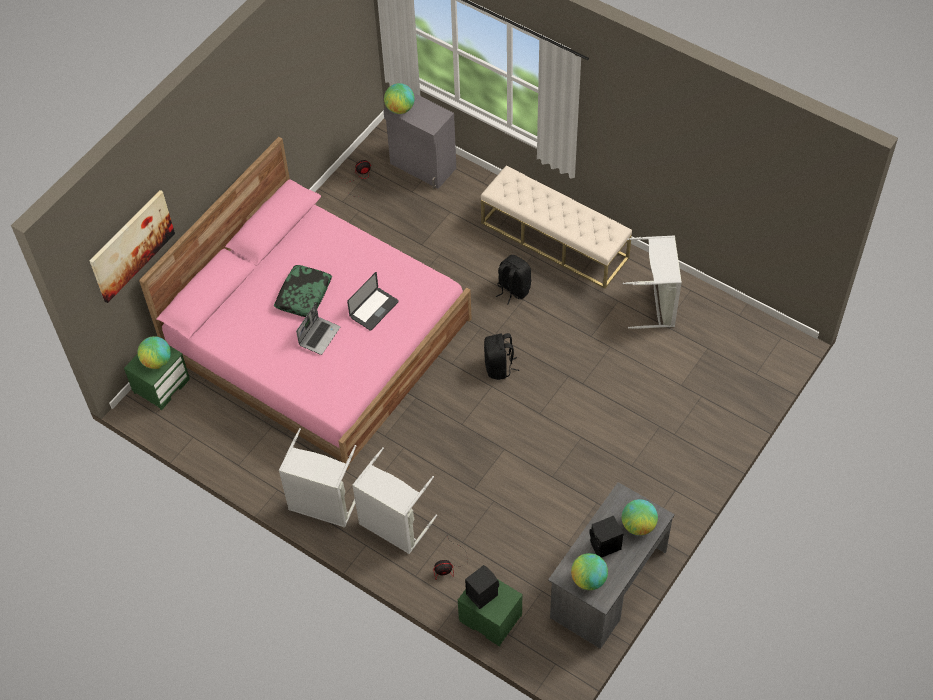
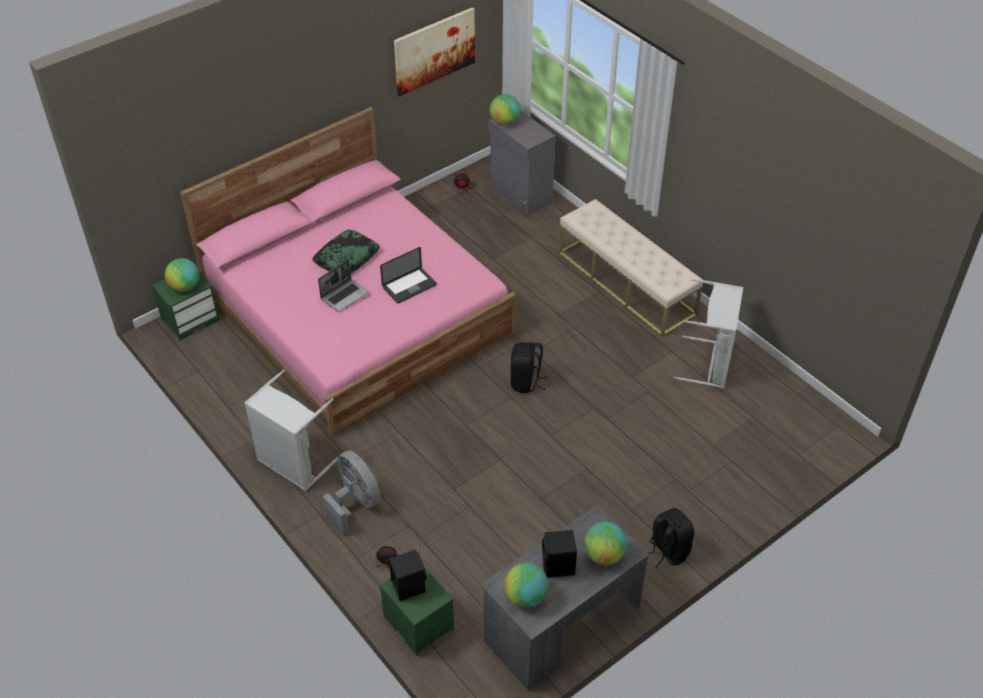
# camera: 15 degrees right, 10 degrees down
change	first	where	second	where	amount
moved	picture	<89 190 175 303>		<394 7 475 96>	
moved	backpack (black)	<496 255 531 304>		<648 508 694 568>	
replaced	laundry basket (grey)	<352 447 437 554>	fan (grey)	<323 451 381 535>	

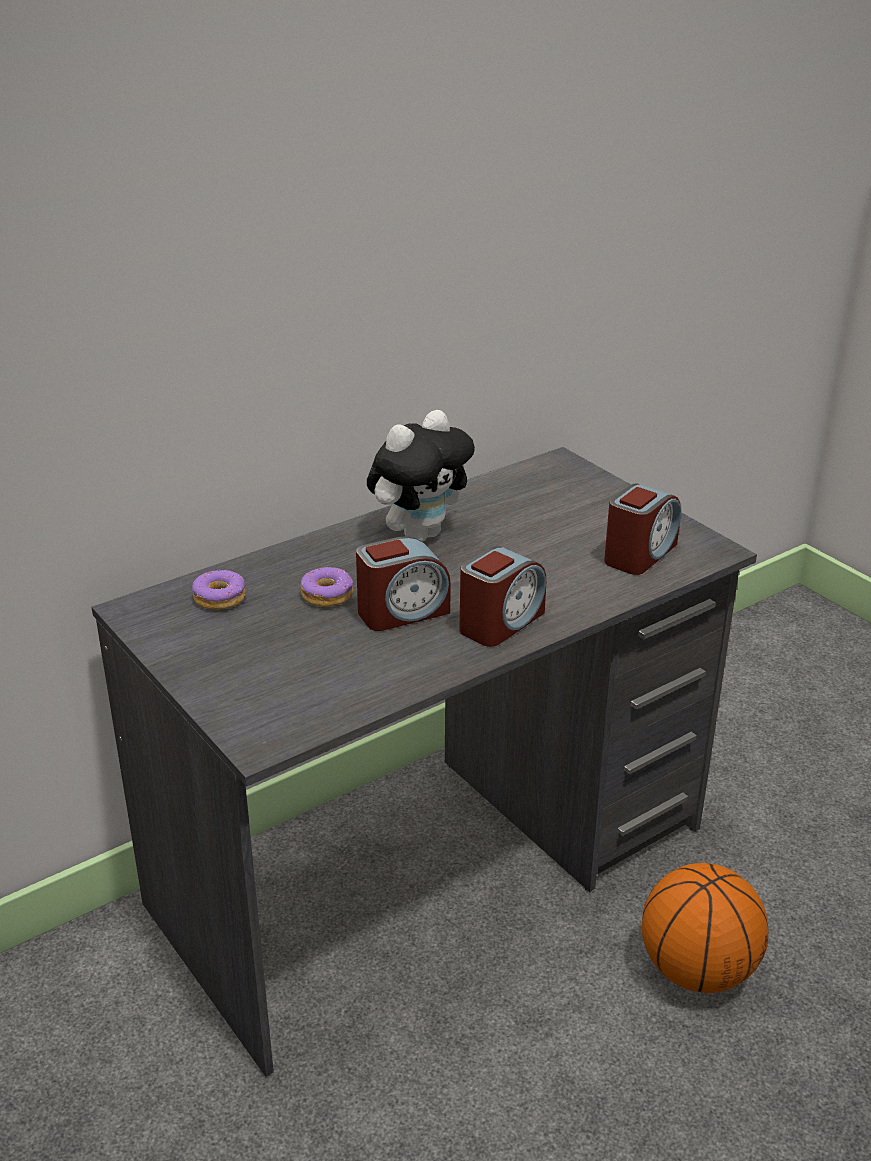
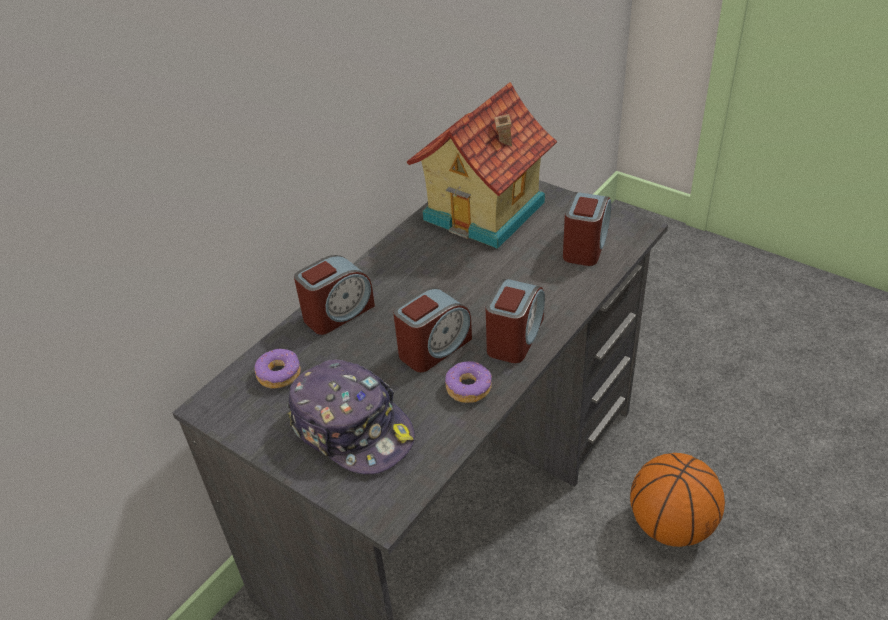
# camera: 15 degrees left, 10 degrees up
change	first	where	second	where	amount
removed	plush toy	<367 410 475 542>			
added			cap	<287 359 415 475>	
added			alarm clock	<294 255 375 335>	
added			toy house	<407 82 557 249>	
moved	donut	<301 567 354 607>		<445 361 492 403>	

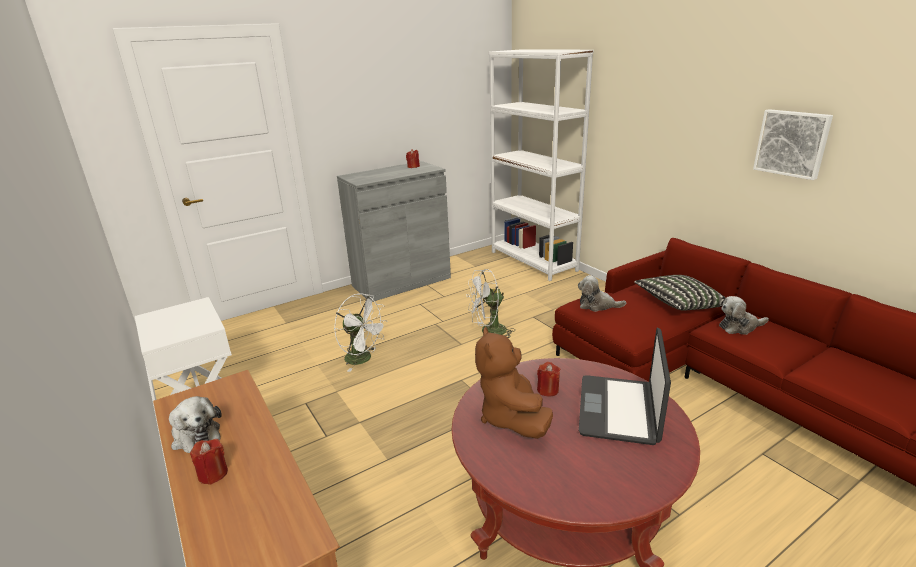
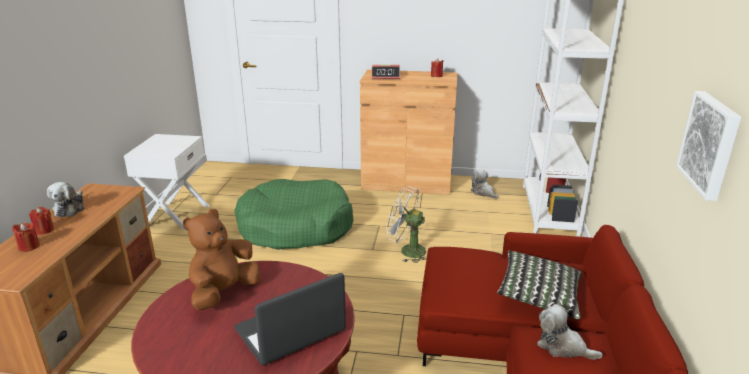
# camera: 40 degrees right, 0 degrees up
change	first	where	second	where	amount
added			alarm clock	<372 65 400 79>	
moved	candle (red)	<537 362 560 397>		<12 223 40 252>	
moved	plush toy	<578 275 626 312>		<471 170 498 199>	
replaced	fan (white)	<334 293 388 372>	dog bed (green)	<234 179 354 250>	
recoloured	cabinet (grey)	<337 161 451 302>	cabinet (brown)	<360 70 457 195>	

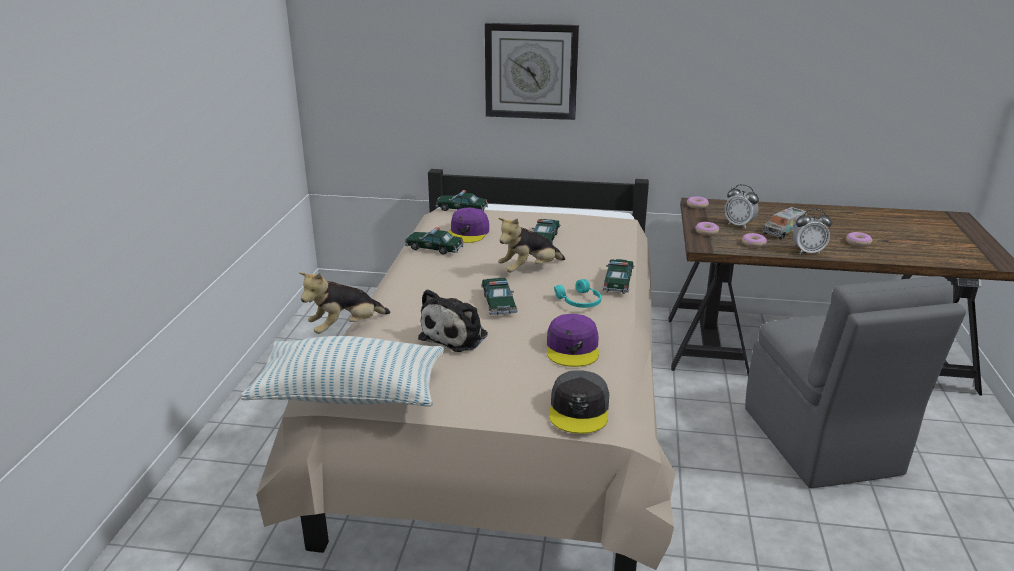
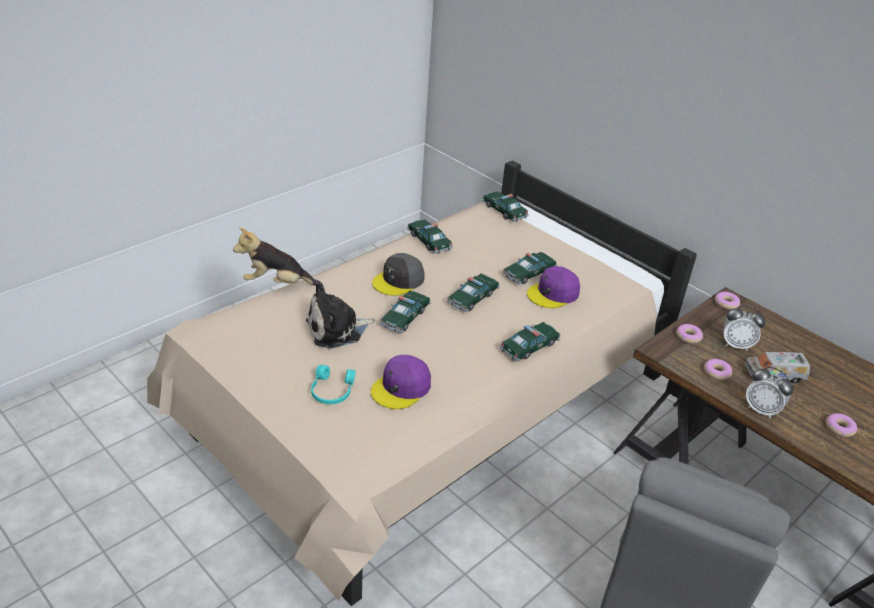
# camera: 35 degrees right, 10 degrees up
change	first	where	second	where	amount
removed	pillow	<241 336 444 407>			
removed	wall clock	<485 23 579 120>			
moved	cap (purple)	<448 208 489 243>		<527 266 580 308>	
moved	cap (grey)	<549 370 609 434>		<372 253 424 296>	
moved	headphones (turquoise)	<554 279 602 308>		<311 365 356 404>	
replaced	plush toy	<498 218 565 272>	toy car	<447 274 500 312>	
turned	alarm clock	<724 184 759 229>		<724 305 766 351>	60 degrees counterclockwise

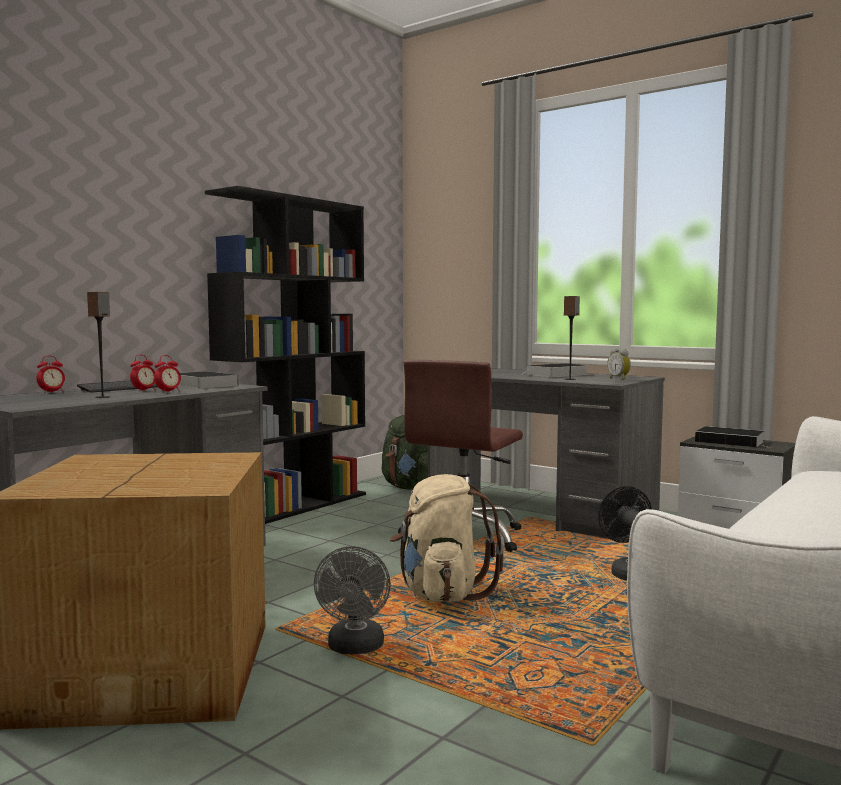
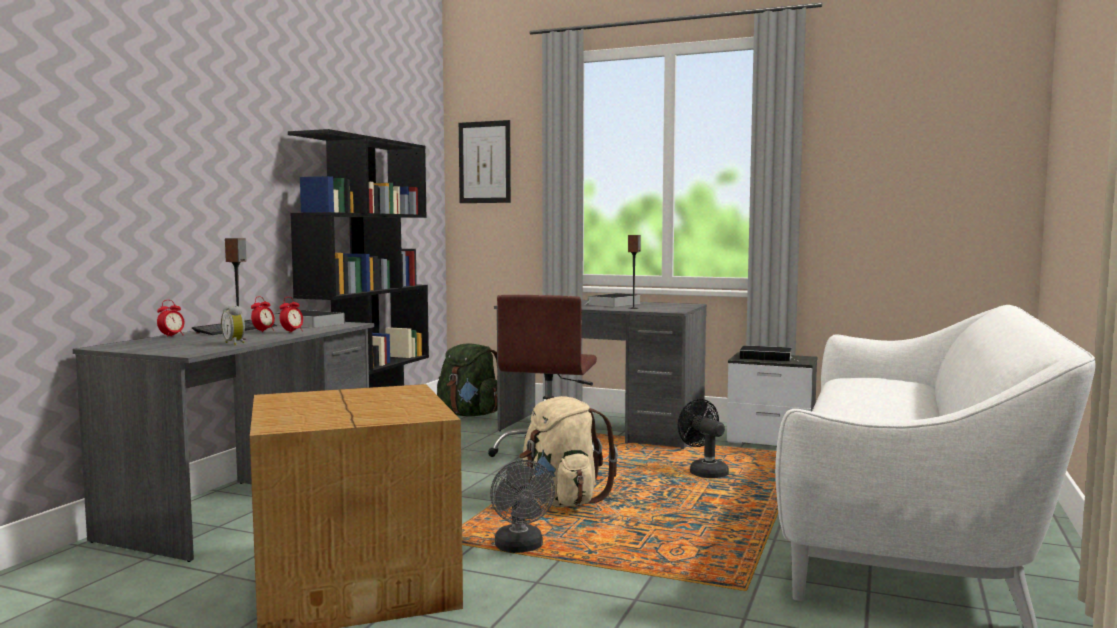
# camera: 15 degrees left, 0 degrees up
change	first	where	second	where	amount
added			picture	<459 120 511 203>	
moved	alarm clock	<607 348 631 380>		<221 304 245 345>	

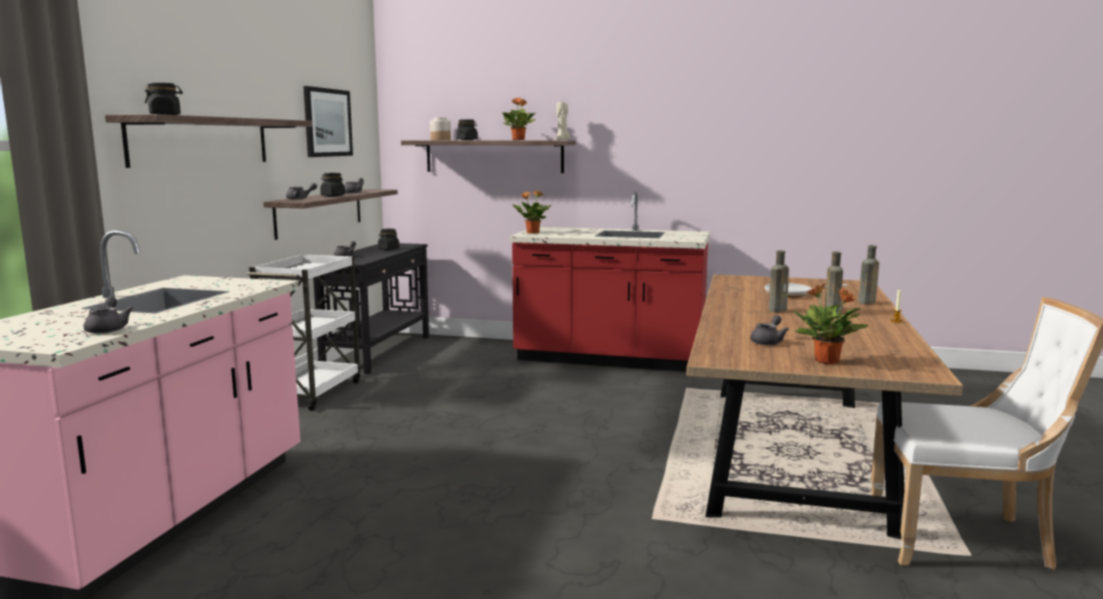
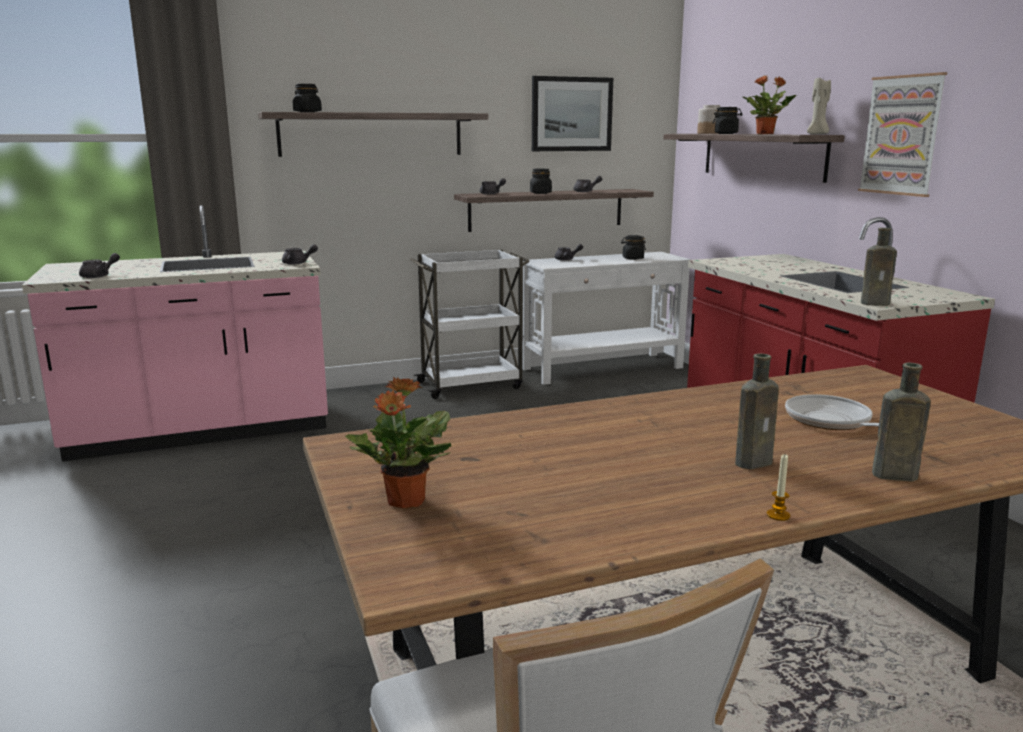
# camera: 55 degrees right, 5 degrees up
change	first	where	second	where	amount
removed	potted plant	<513 190 552 234>			
added			picture	<858 72 947 197>	
moved	teapot (grey)	<750 315 789 345>		<282 244 318 265>	
moved	bottle (brown)	<769 250 789 312>		<861 228 897 306>	
recoloured	console table (black)	<313 243 429 374>	console table (white)	<522 252 691 385>	

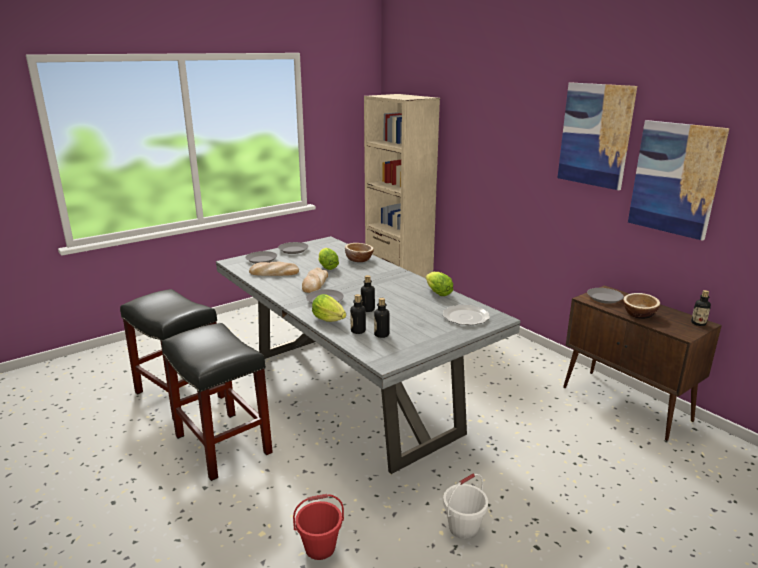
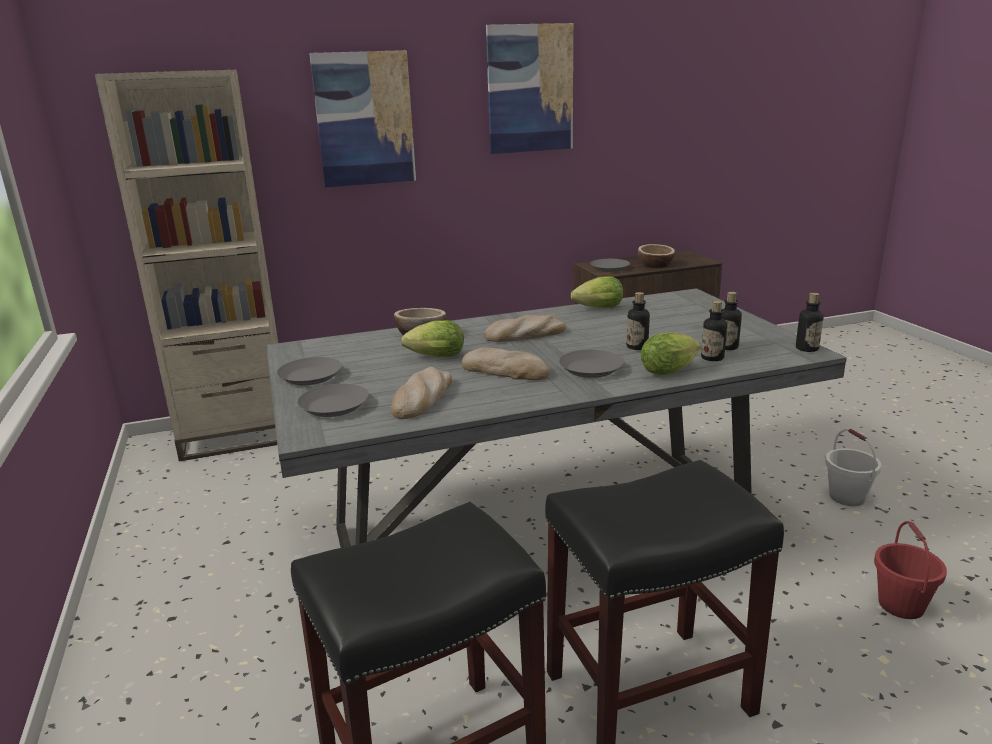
# camera: 70 degrees left, 0 degrees up
change	first	where	second	where	amount
removed	plate	<443 305 490 325>			
added			bread	<484 315 566 342>	
moved	picture	<628 120 729 241>		<309 50 416 187>	
moved	bottle	<691 290 711 326>		<796 293 824 352>	

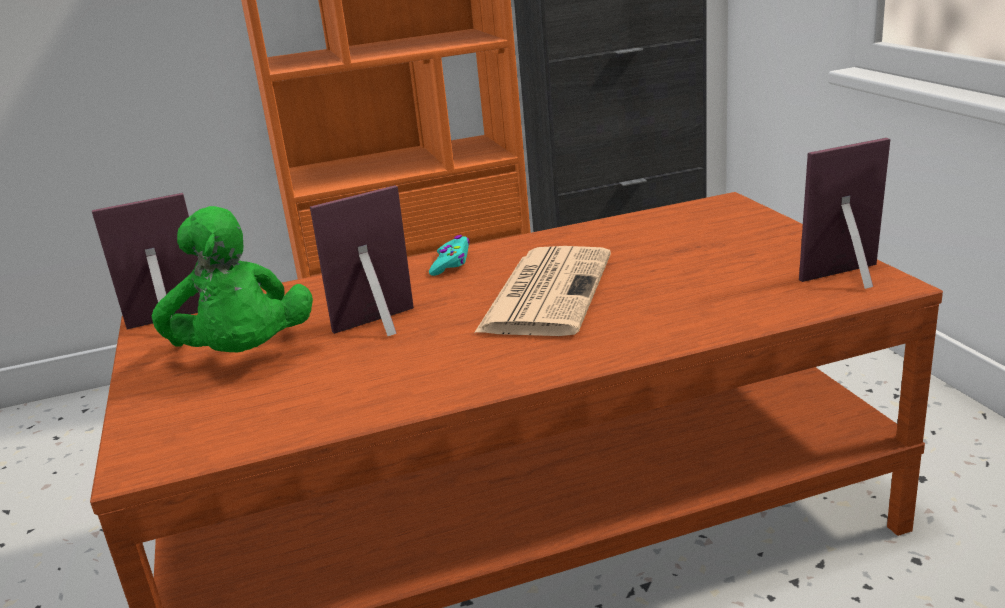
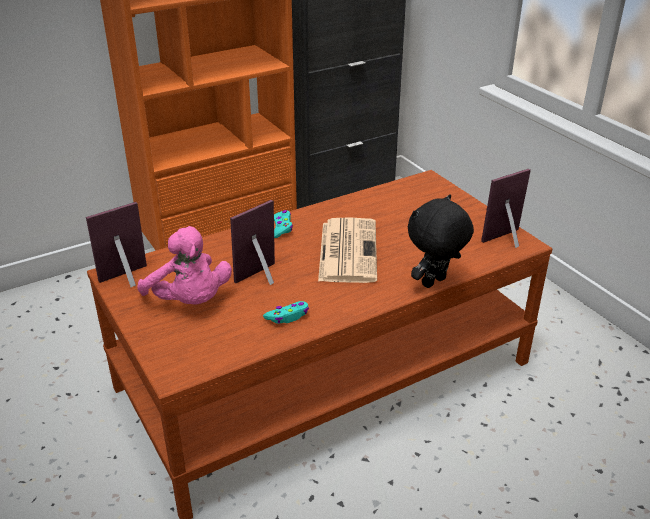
# camera: 15 degrees left, 10 degrees up
change	first	where	second	where	amount
added			game controller (turquoise)	<263 301 309 324>	
added			plush toy (black)	<408 194 474 288>	
recoloured	plush toy (green)	<152 206 313 352>	plush toy (pink)	<137 226 232 305>	

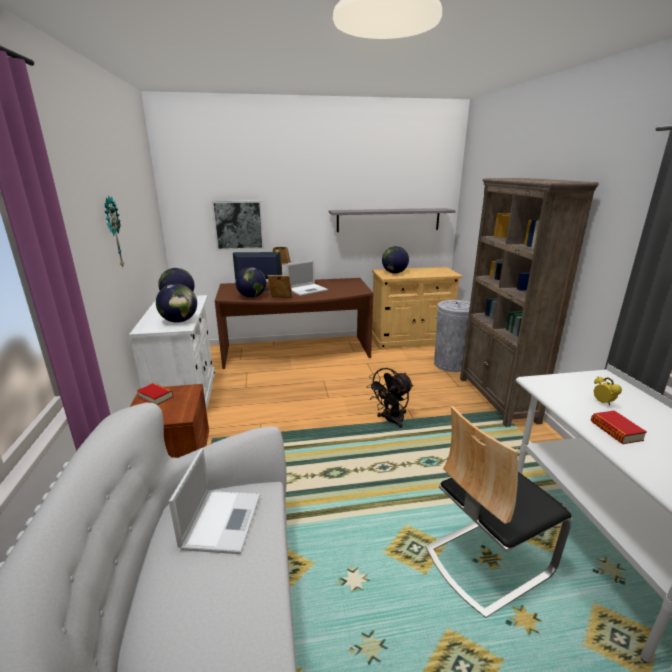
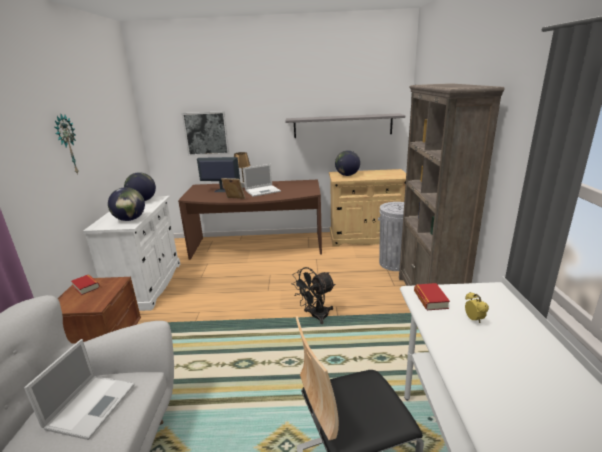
# camera: 10 degrees right, 0 degrees up
change	first	where	second	where	amount
removed	globe	<235 267 266 298>			
moved	book	<591 411 647 444>		<414 283 450 310>	

